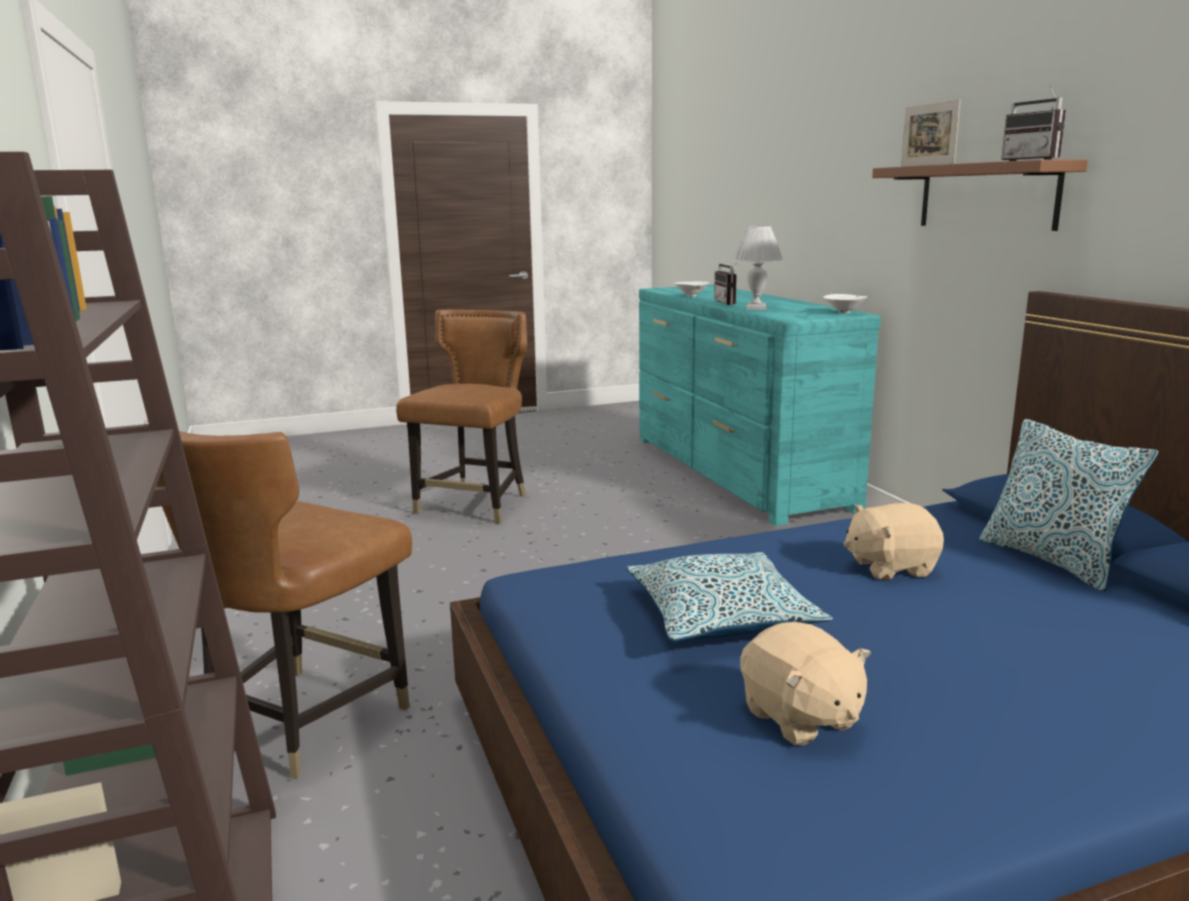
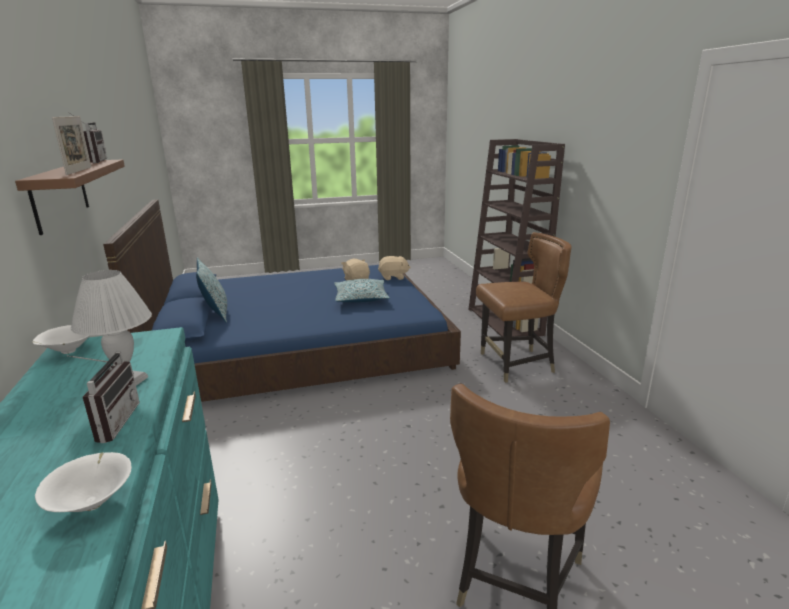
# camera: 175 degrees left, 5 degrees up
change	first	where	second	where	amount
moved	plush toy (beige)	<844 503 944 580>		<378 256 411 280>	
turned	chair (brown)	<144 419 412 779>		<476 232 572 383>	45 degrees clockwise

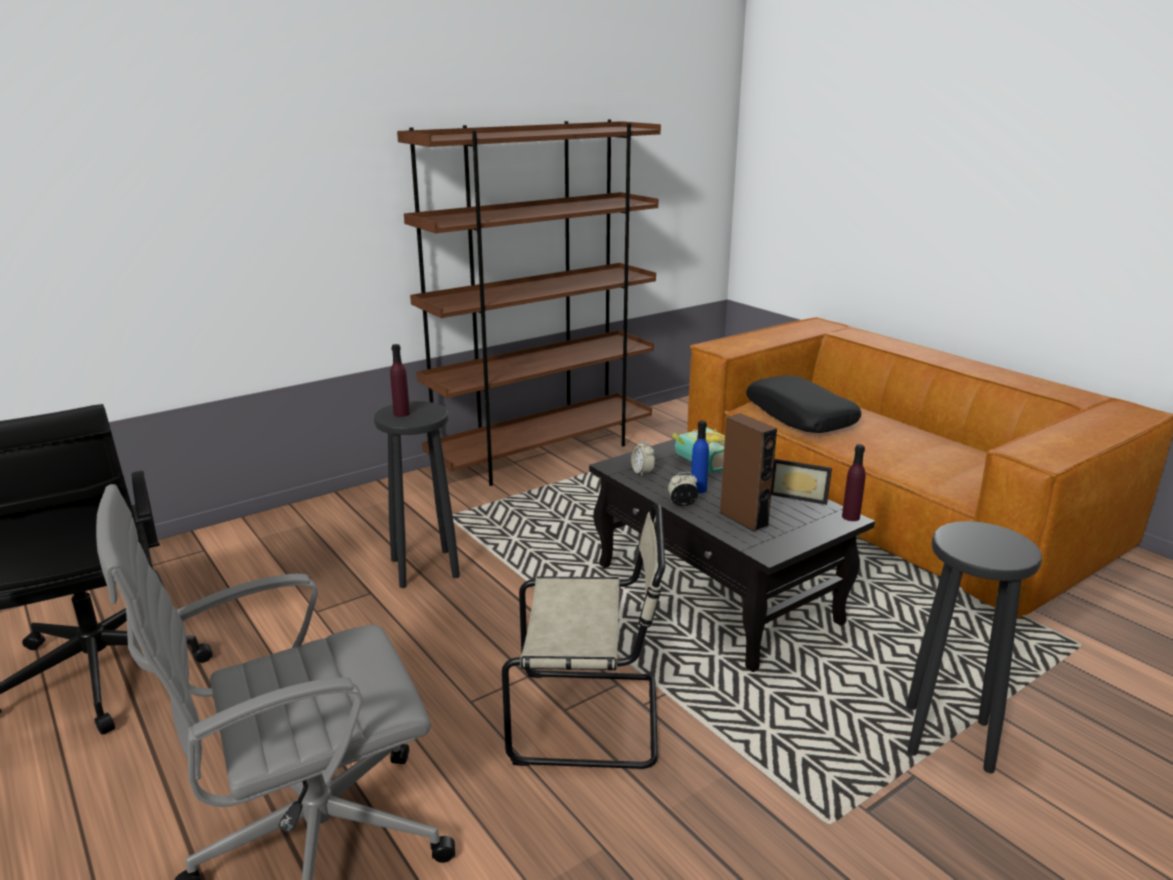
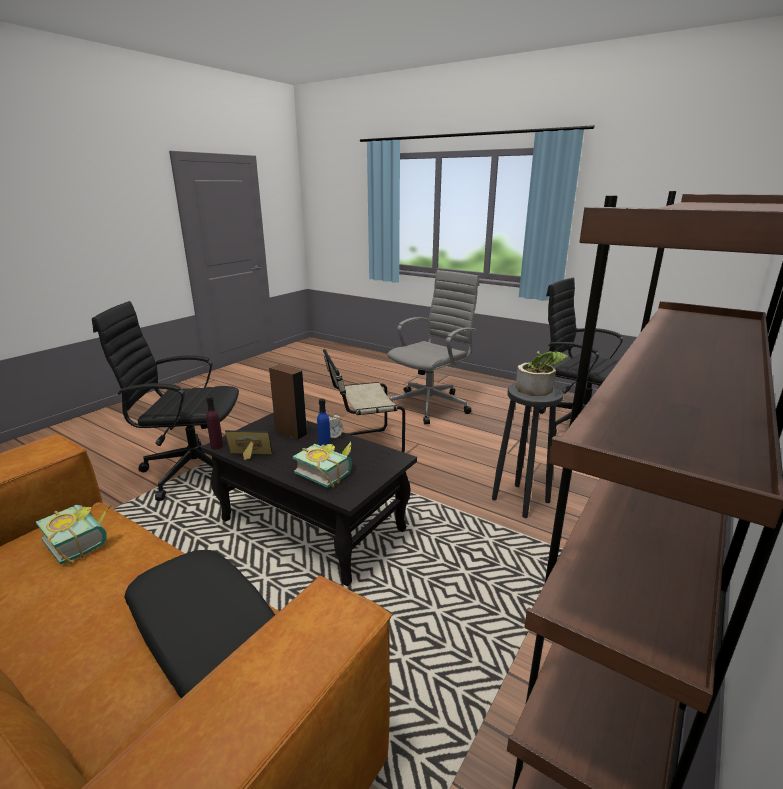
# camera: 160 degrees right, 0 degrees up
change	first	where	second	where	amount
removed	alarm clock	<631 439 655 476>			
added			book	<36 505 112 565>	
replaced	bottle (purple)	<390 344 410 417>	potted plant	<516 351 568 396>	
replaced	stool (black)	<906 521 1042 773>	office chair (black)	<92 301 239 501>	

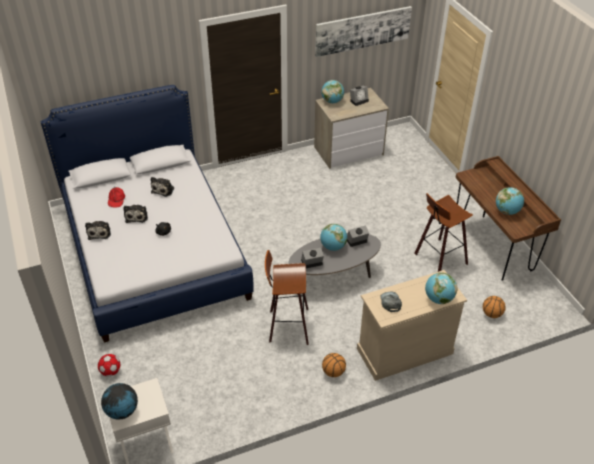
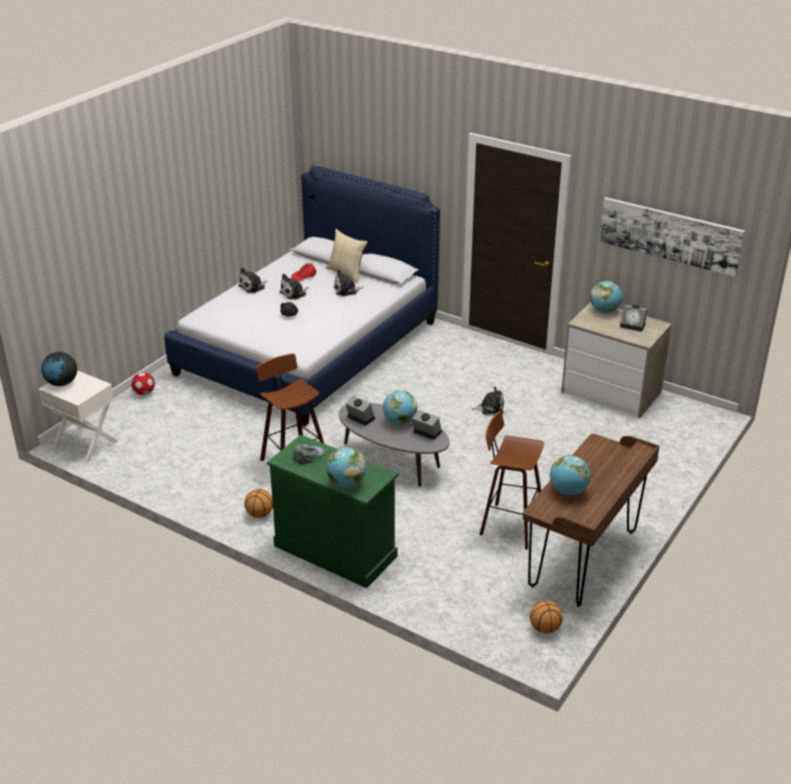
# camera: 55 degrees right, 10 degrees down
change	first	where	second	where	amount
added			pillow (beige)	<326 229 368 284>	
added			plush toy	<472 387 504 416>	
moved	basketball	<483 296 506 318>		<530 600 563 634>	
recoloured	dresser (beige)	<357 270 467 381>	dresser (green)	<267 435 399 588>	

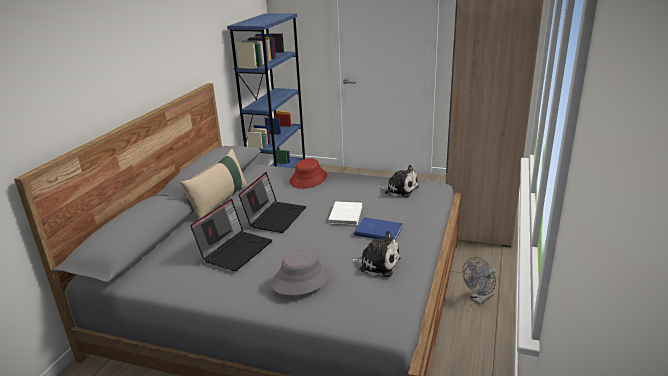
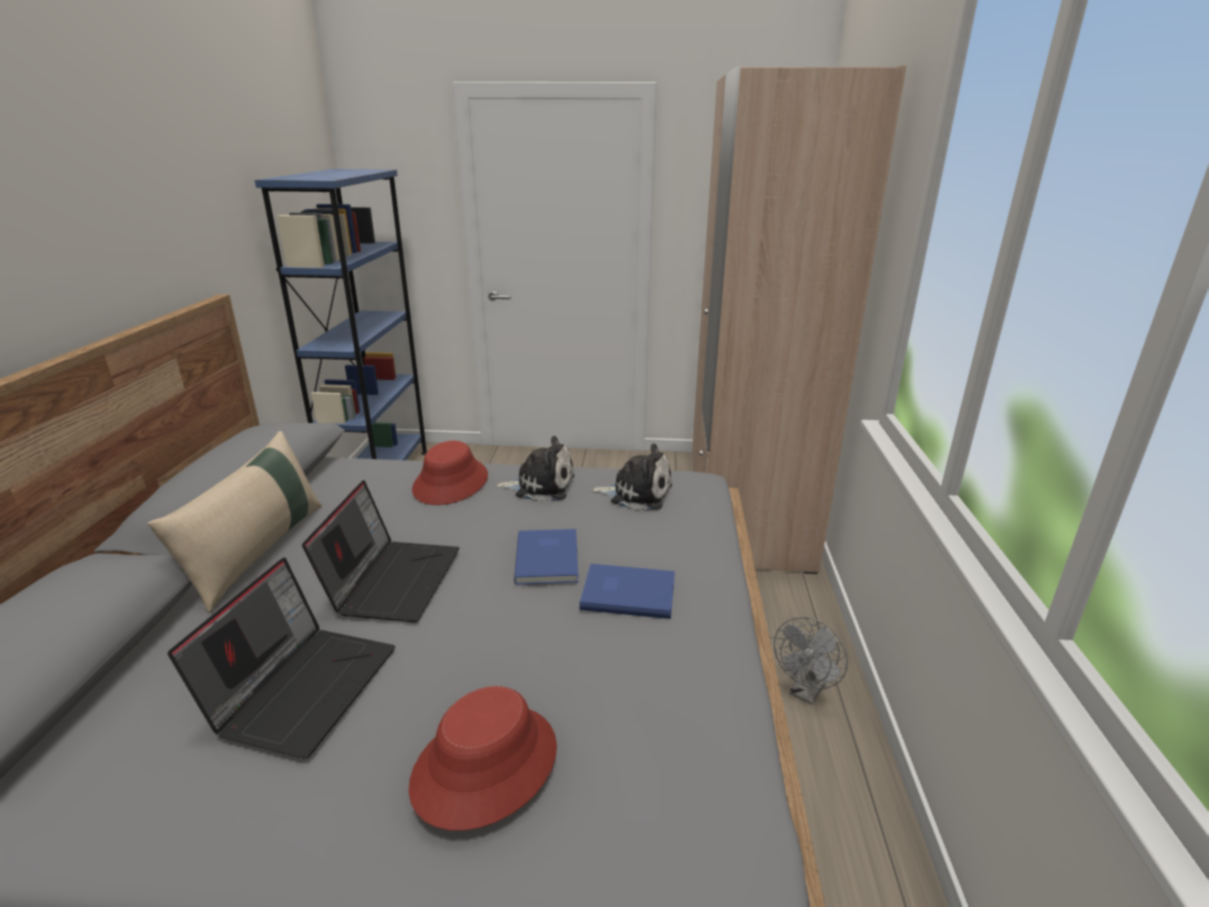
# camera: 15 degrees left, 0 degrees up
change	first	where	second	where	amount
moved	plush toy	<353 231 400 277>		<495 436 574 502>	
recoloured	hat (grey)	<271 250 330 295>	hat (red)	<409 686 557 831>	
recoloured	book (white)	<328 201 362 225>	book (blue)	<514 529 579 585>	

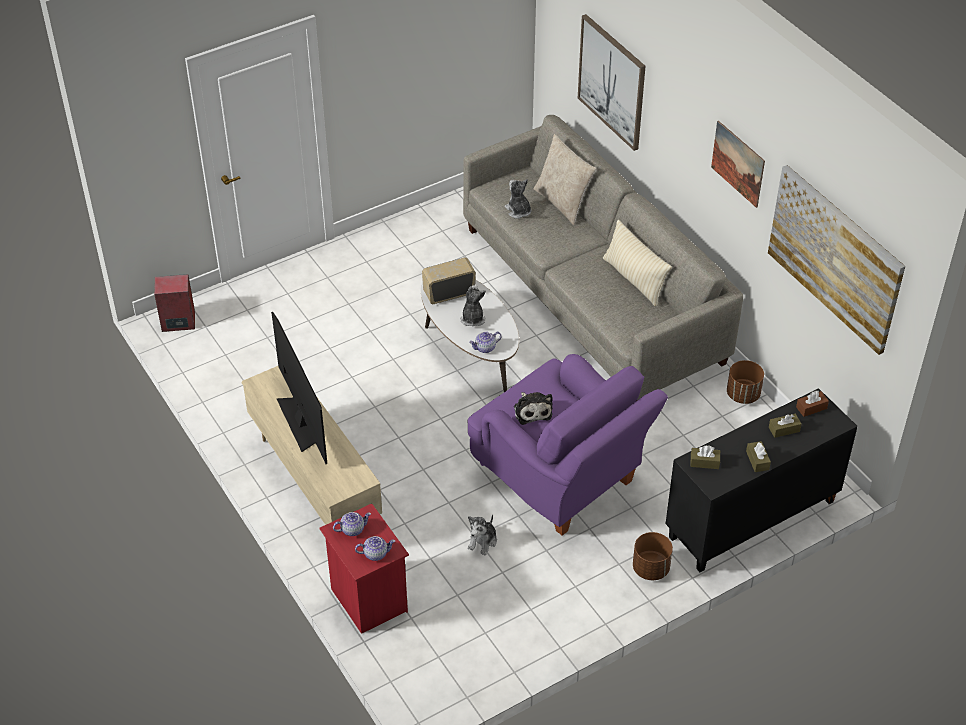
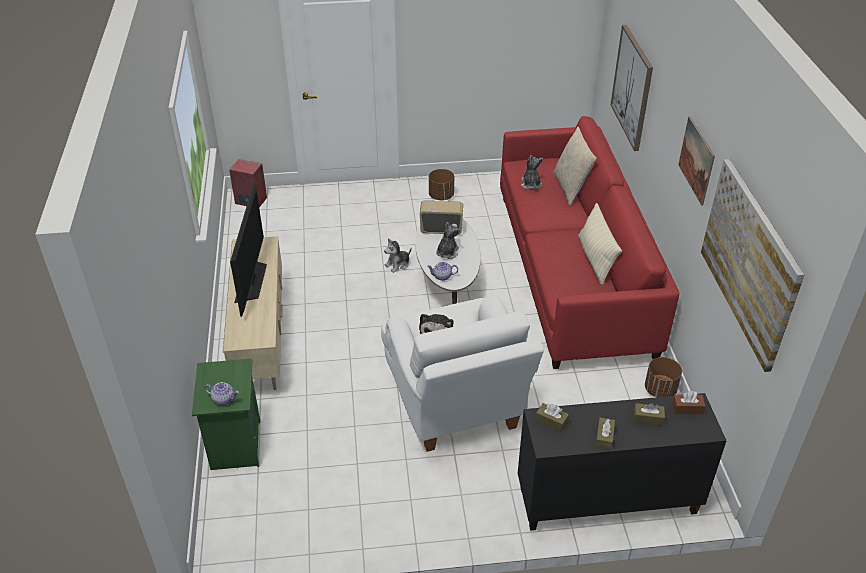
# camera: 25 degrees right, 5 degrees down
change	first	where	second	where	amount
removed	teapot	<333 512 371 536>			
moved	plush toy	<468 515 497 556>		<384 238 411 273>	
moved	planter (brown)	<633 532 673 580>		<429 169 454 200>	
recoloured	nightstand (red)	<319 504 409 634>	nightstand (green)	<192 359 260 470>	
recoloured	sofa (grey)	<463 115 743 400>	sofa (red)	<500 116 679 369>	
recoloured	armchair (purple)	<468 354 668 535>	armchair (white)	<381 295 544 452>	

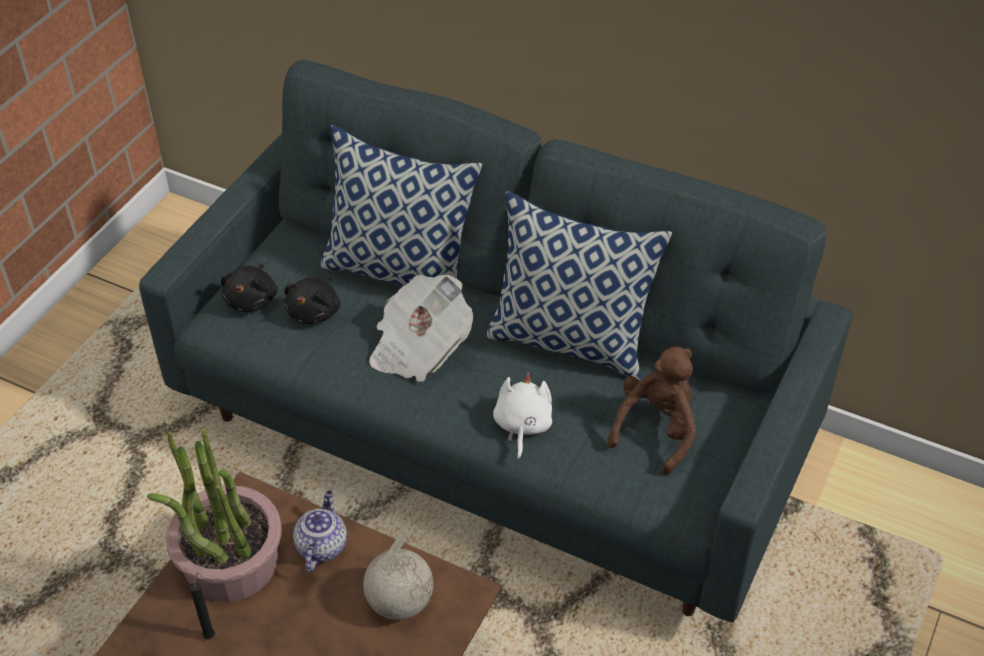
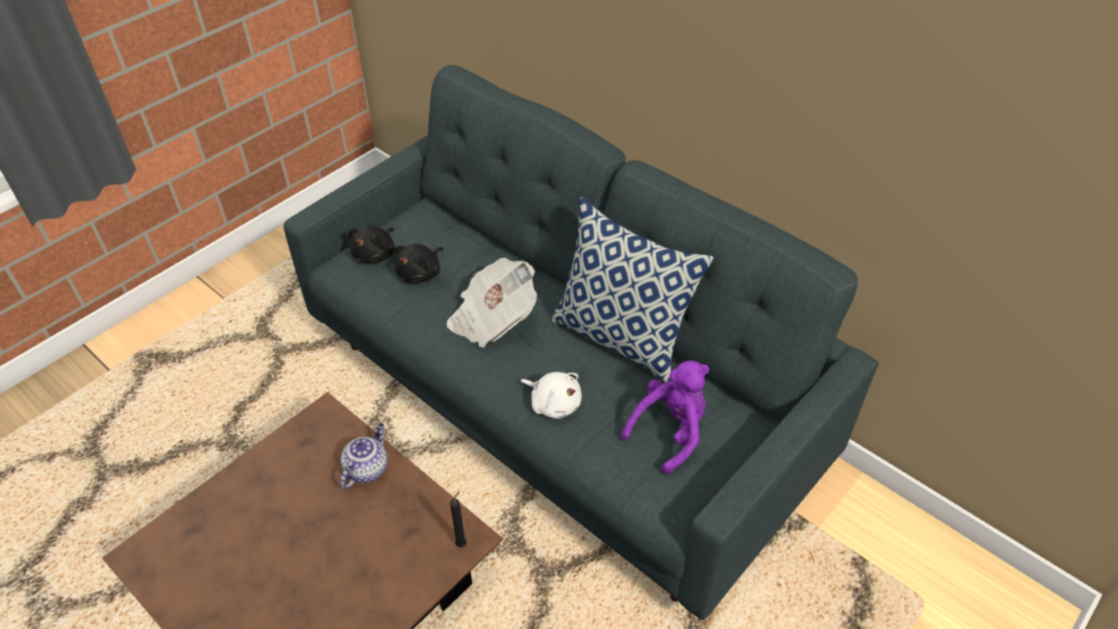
# camera: 15 degrees right, 0 degrees up
change	first	where	second	where	amount
removed	potted plant	<147 428 282 602>			
removed	pillow	<320 125 482 286>			
removed	globe	<363 530 433 620>			
moved	candle (black)	<189 572 215 639>		<450 490 466 547>	
recoloured	plush toy (brown)	<607 346 696 475>	plush toy (purple)	<621 360 709 474>	
turned	plush toy (white)	<493 372 552 460>		<520 372 581 419>	105 degrees clockwise

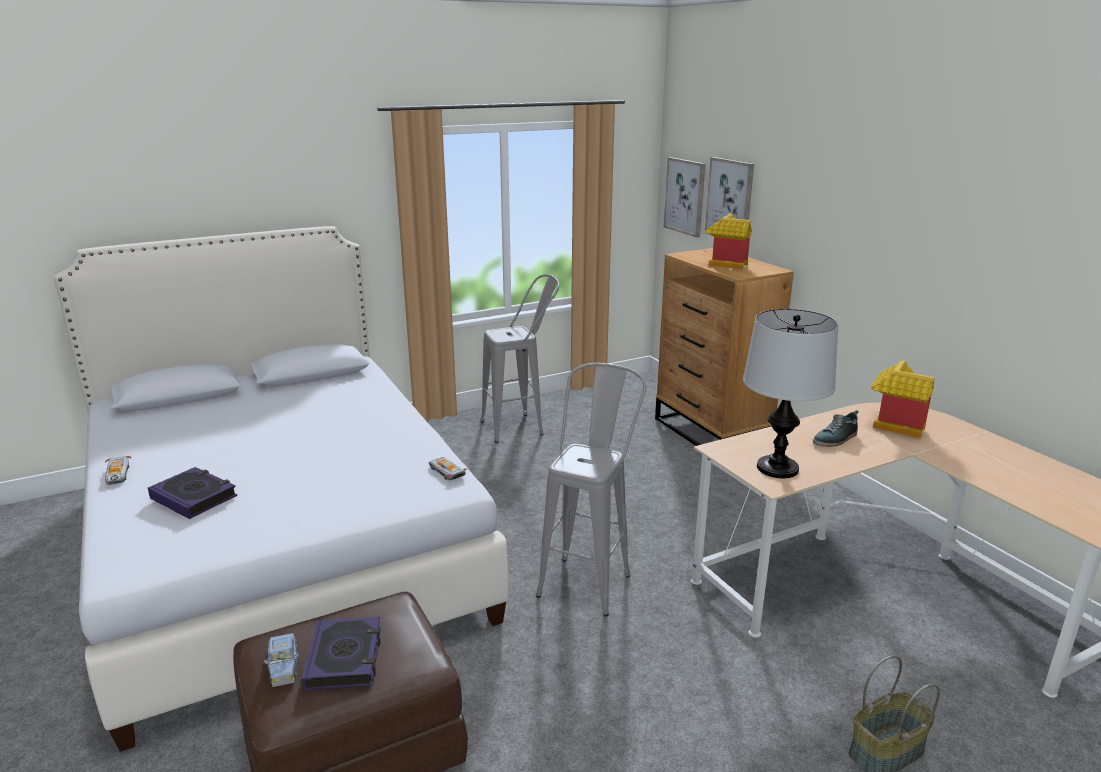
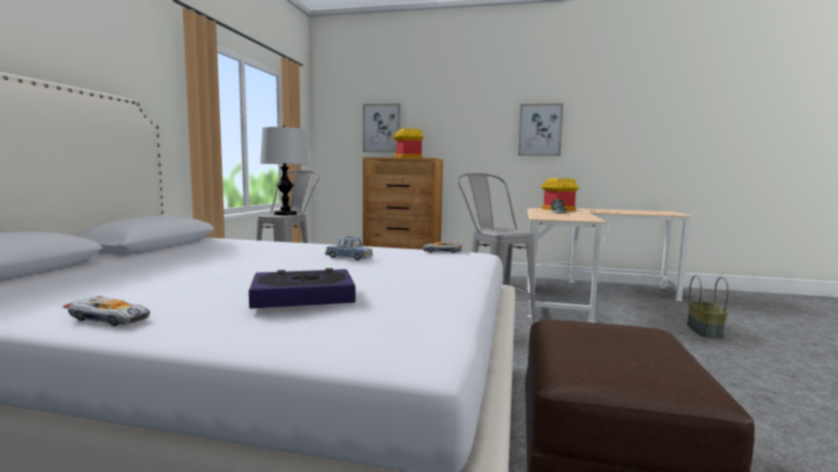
# camera: 50 degrees left, 15 degrees down
change	first	where	second	where	amount
removed	book	<302 617 381 691>			
moved	toy car (blue)	<264 633 299 687>		<325 236 373 260>	
moved	picture	<664 157 705 238>		<518 103 563 156>	
moved	table lamp	<743 309 838 478>		<260 126 308 215>	

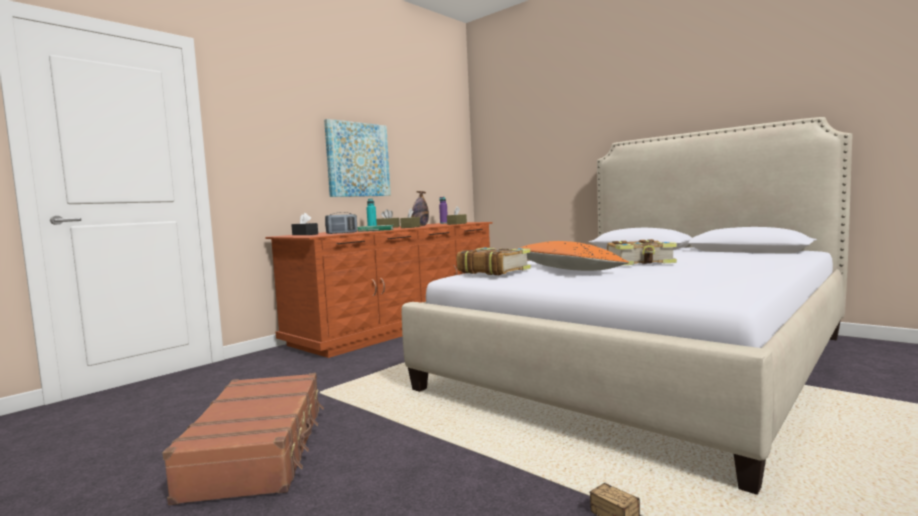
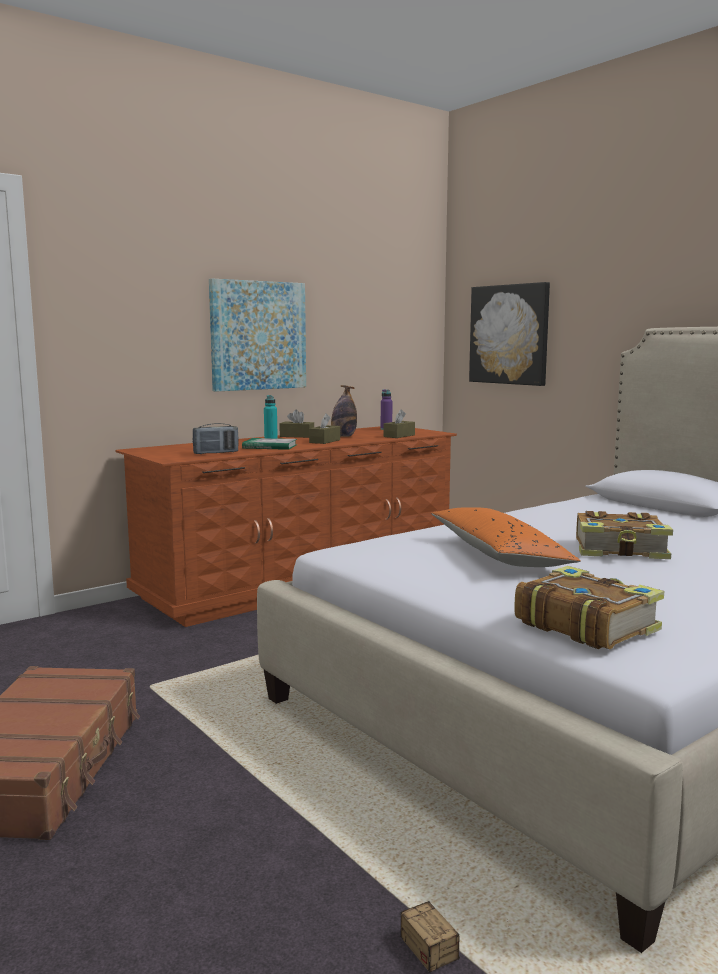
# camera: 10 degrees right, 5 degrees up
change	first	where	second	where	amount
removed	tissue box (black)	<291 213 318 235>			
added			picture	<469 282 550 386>	
moved	book	<457 247 531 275>		<514 566 664 649>	

